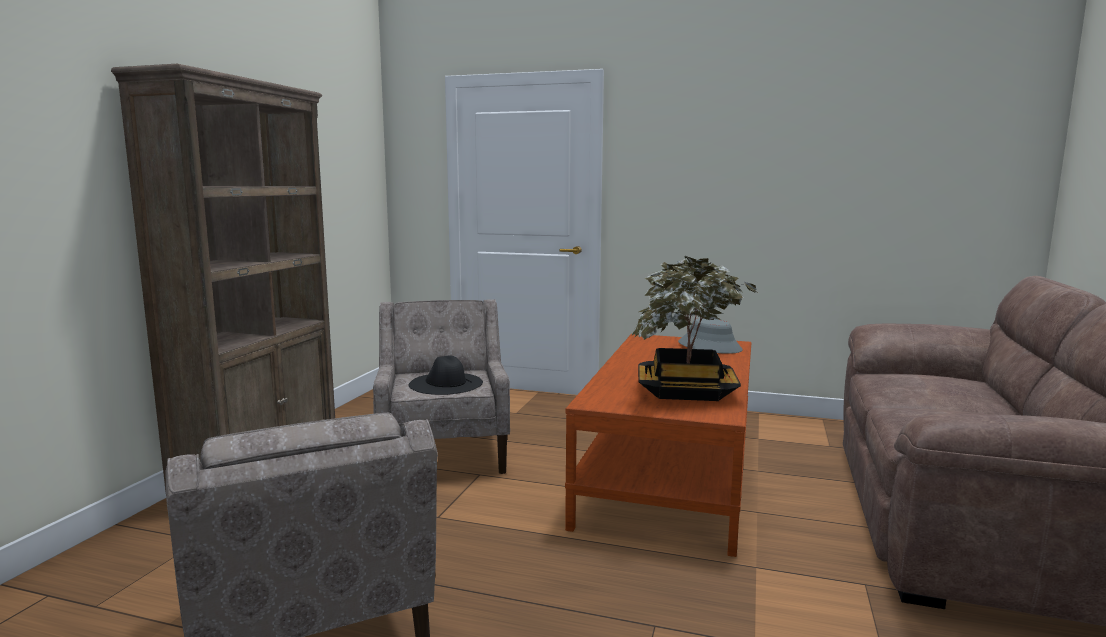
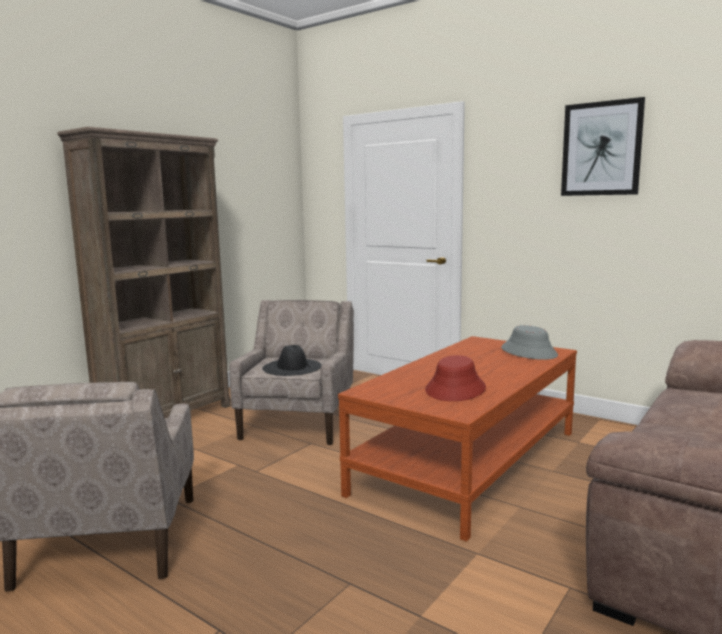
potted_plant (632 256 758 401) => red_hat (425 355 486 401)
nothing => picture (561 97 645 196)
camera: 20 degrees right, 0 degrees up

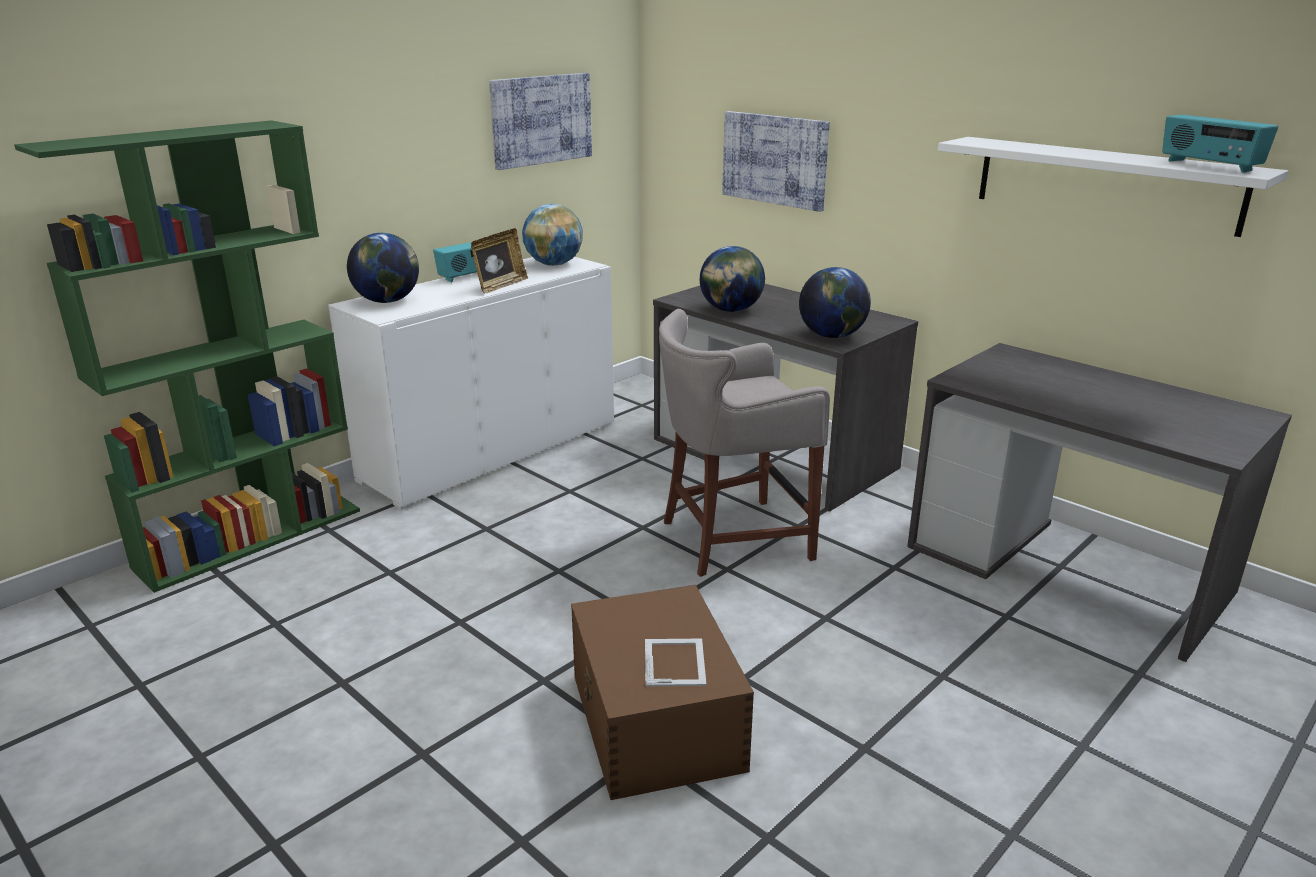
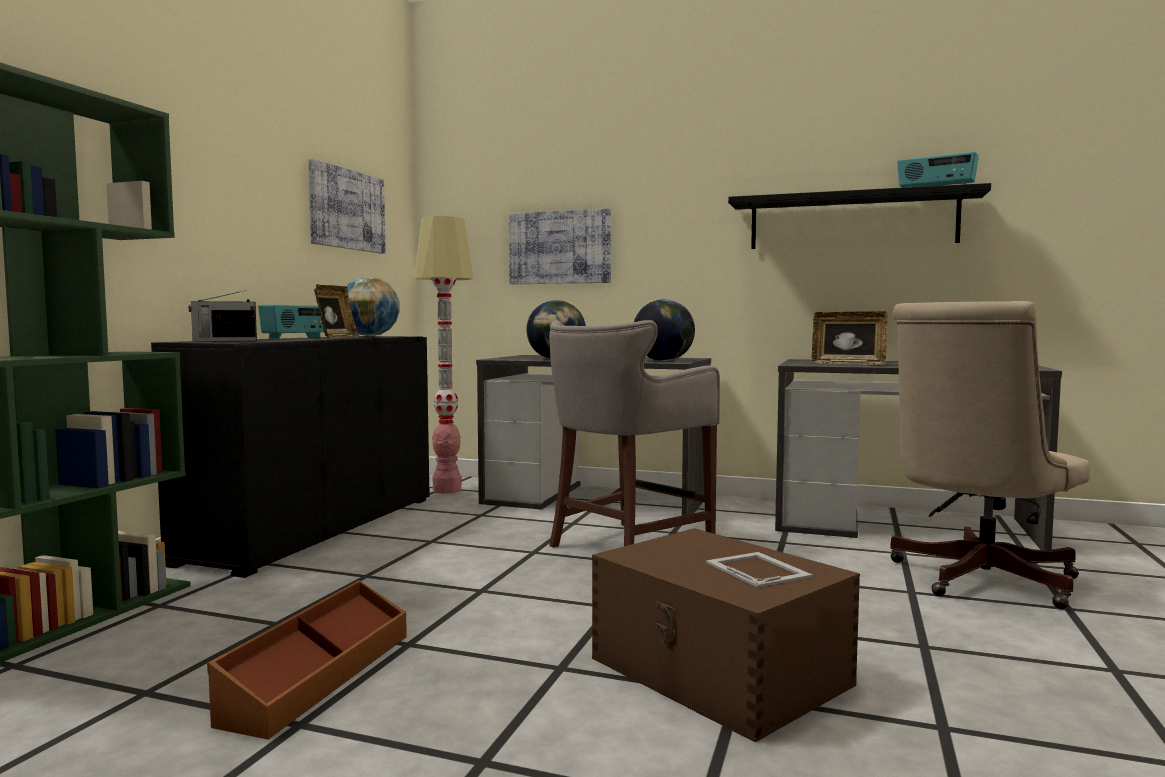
white_cabinet (328 257 614 510) => black_cabinet (151 336 430 578)
globe (347 233 419 303) => radio (189 290 257 341)
nothing => brown_storage_box (207 580 407 739)
nothing => floor_lamp (414 216 473 494)
white_shelf (938 137 1288 237) => black_shelf (728 183 991 249)
nothing => picture_frame (812 311 887 365)
nothing => beige_office_chair (890 301 1090 609)
camera: 25 degrees left, 20 degrees down

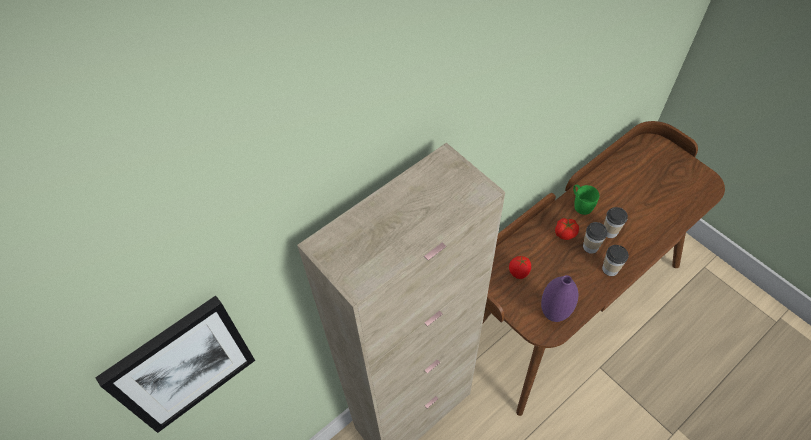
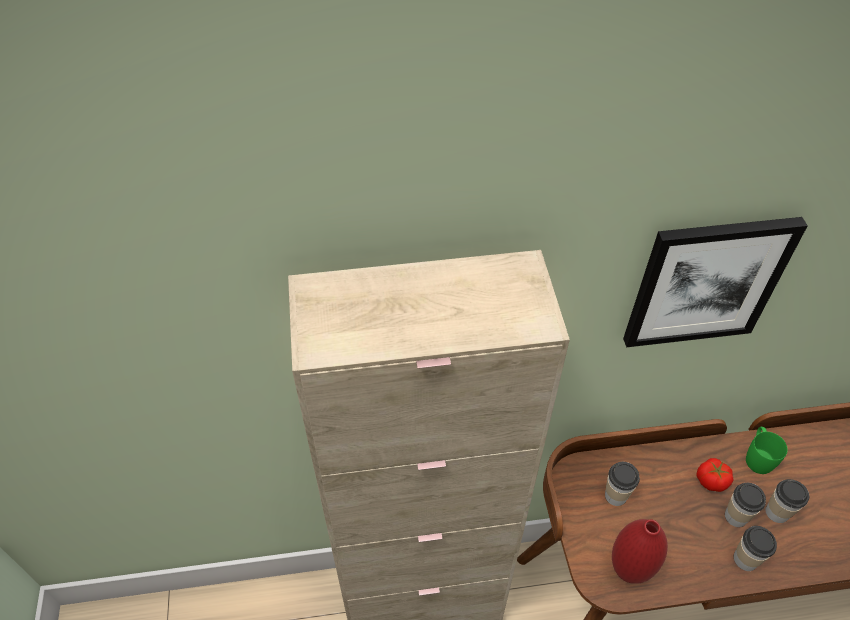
tomato (509 256 531 279) => cup (605 462 640 506)
purple_vase (541 275 578 322) => red_vase (612 519 668 584)
picture (95 295 255 433) => picture (623 217 808 347), moved
camera: 30 degrees right, 5 degrees down

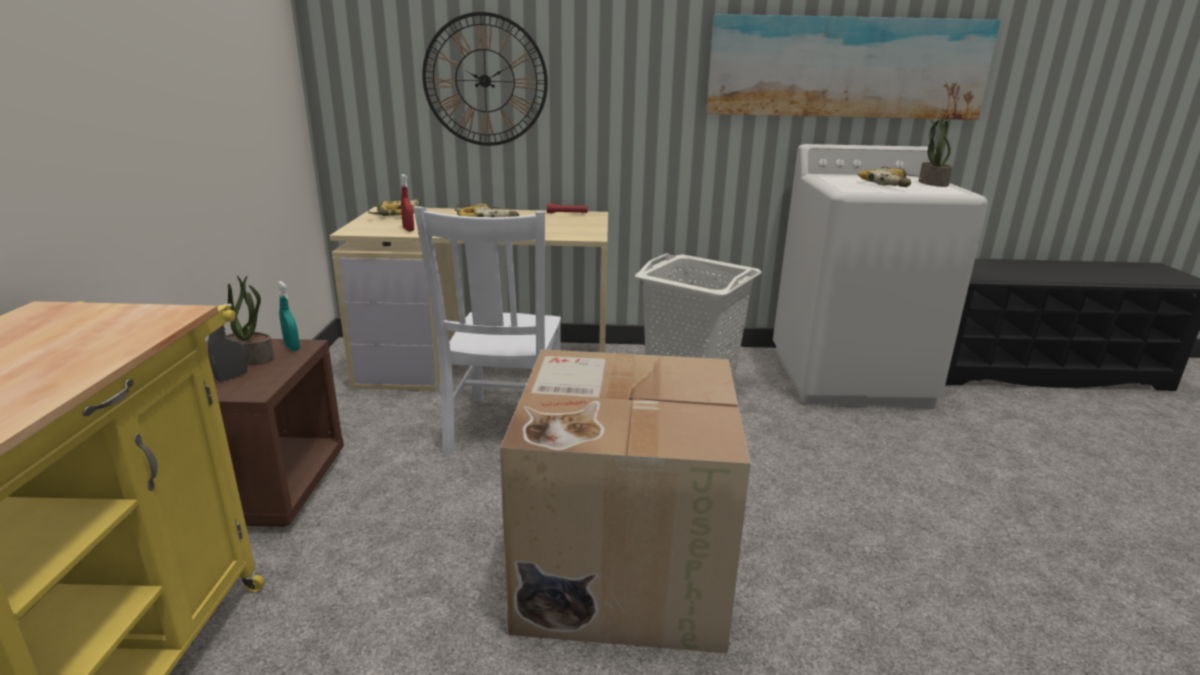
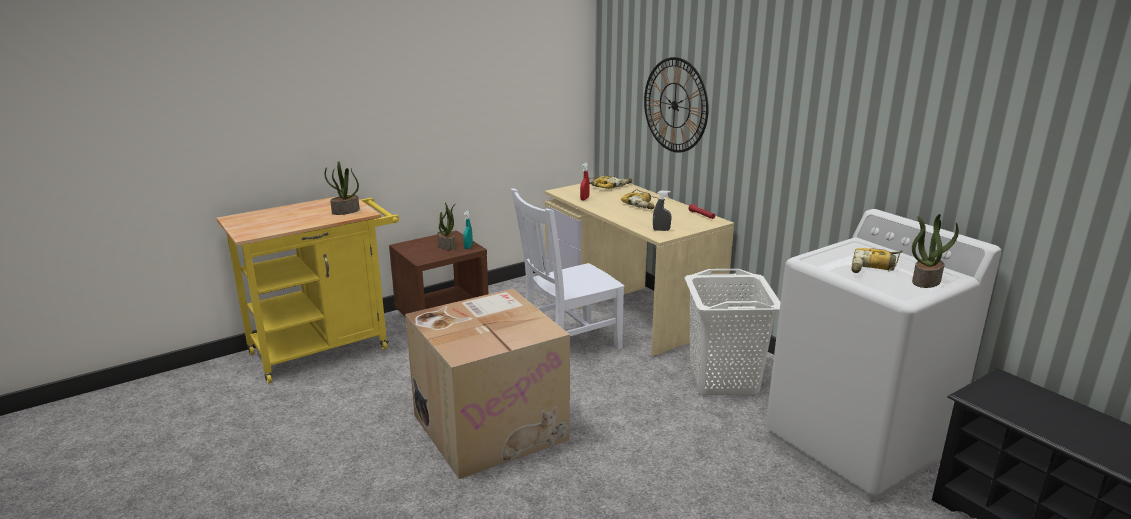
nothing => potted_plant (325 161 360 215)
grey_spray_bottle (208 304 247 382) => grey_spray_bottle (653 191 671 231), moved
picture (706 14 1000 120) => nothing
camera: 55 degrees right, 0 degrees up

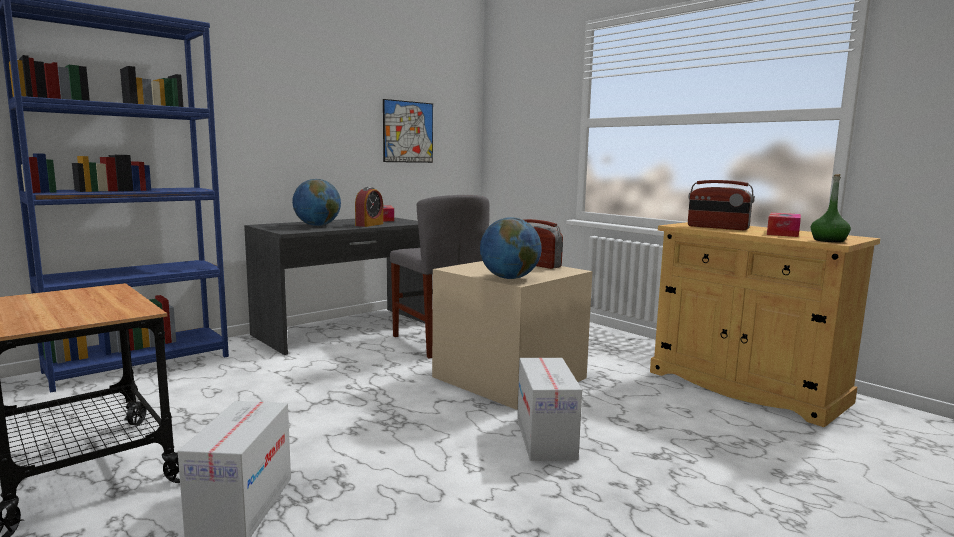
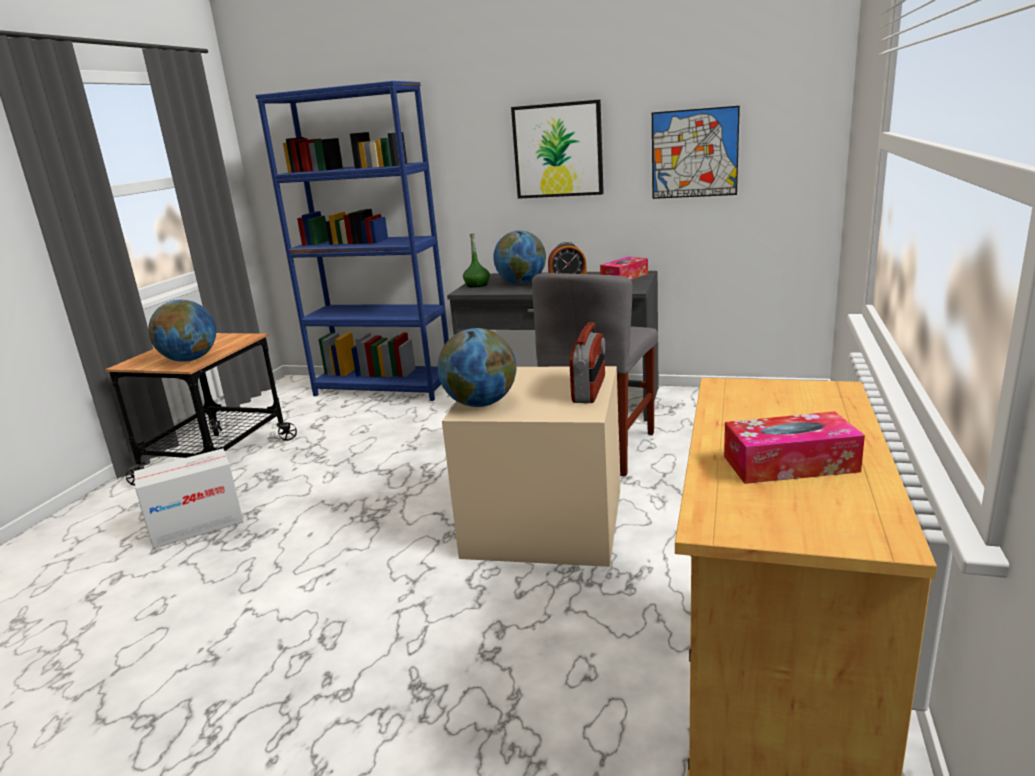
nothing => globe (148 300 216 362)
green_bottle (811 174 851 243) => green_bottle (463 234 490 288), moved
nothing => picture (511 100 604 199)
cardboard_box (517 358 582 461) => nothing
radio (688 180 755 230) => nothing
camera: 60 degrees right, 10 degrees up

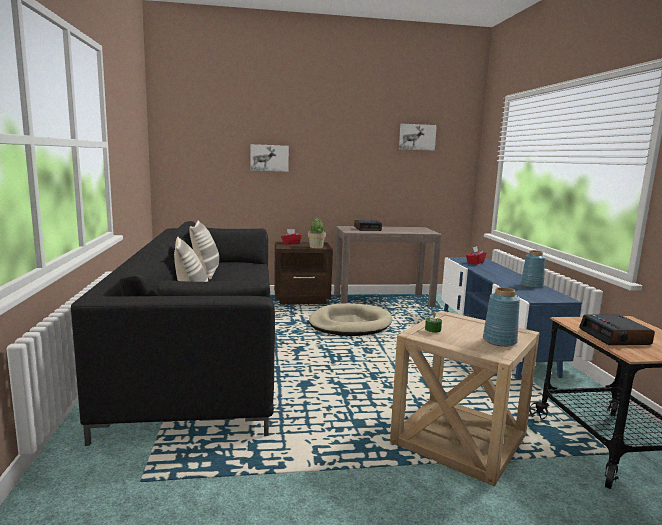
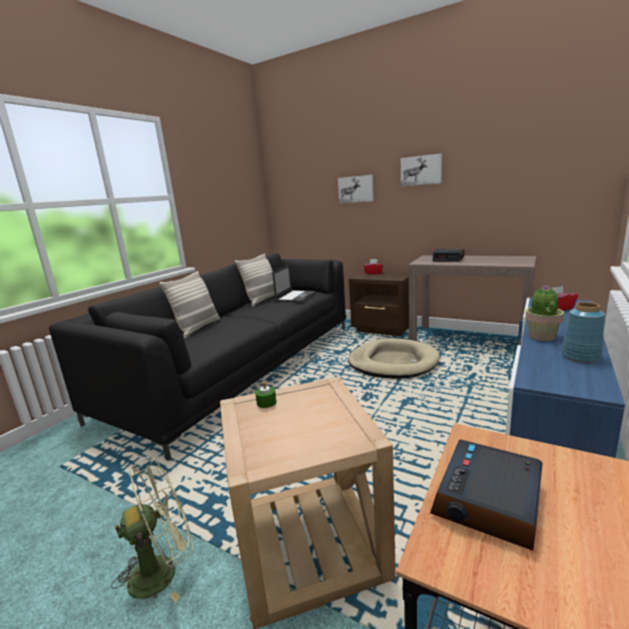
nothing => green_fan (111 457 193 602)
nothing => laptop (272 265 316 302)
picture (399 124 437 151) => picture (401 153 442 186), moved
potted_plant (308 218 326 248) => potted_plant (525 285 564 341), moved
blue_vase (483 287 520 347) => nothing
camera: 40 degrees right, 5 degrees up

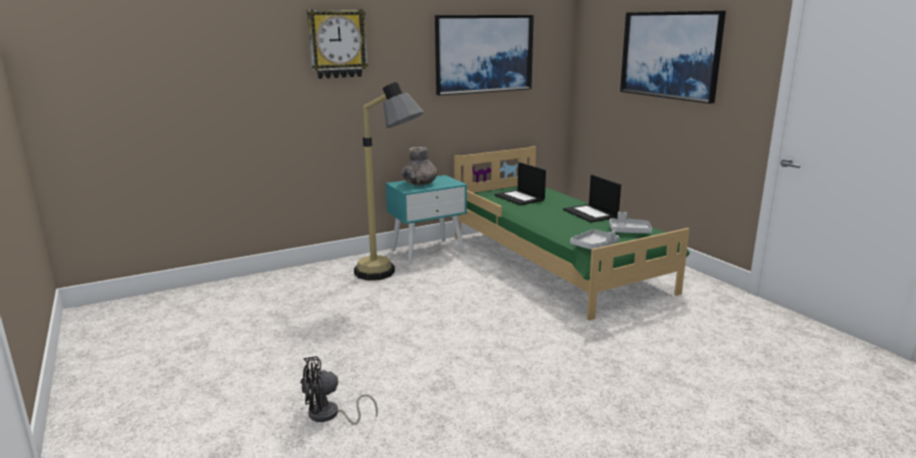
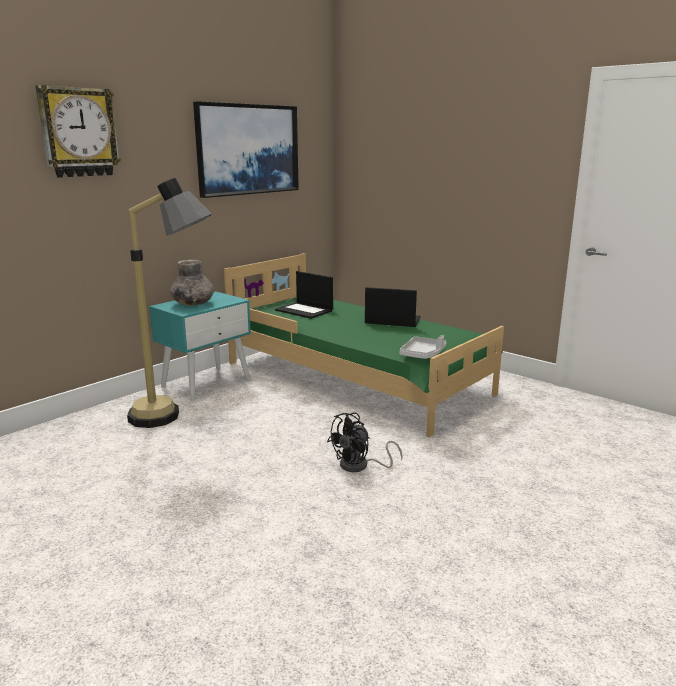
black_fan (301 356 378 424) => black_fan (327 413 402 472), moved
laptop (563 175 621 222) => laptop (365 287 420 327), 150 degrees clockwise
grey_tray (609 212 652 233) => nothing
picture (620 11 726 104) => nothing
camera: 20 degrees left, 0 degrees up

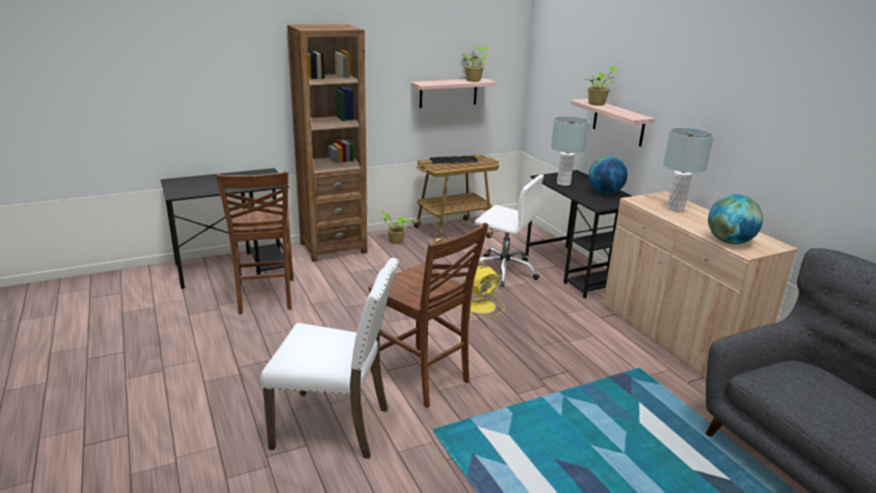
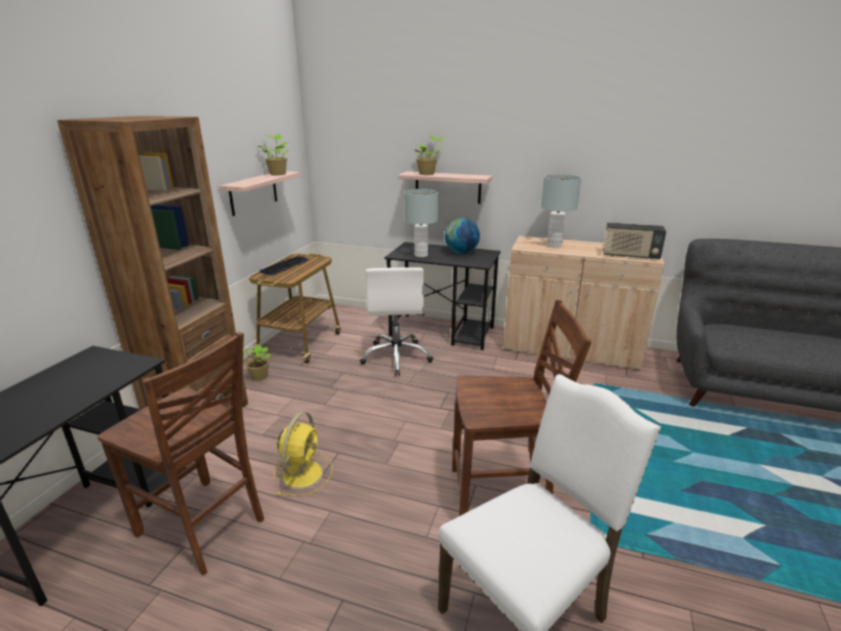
yellow_fan (456 259 505 318) => yellow_fan (274 412 333 496), moved
white_office_chair (468 174 544 287) => white_office_chair (360 267 433 376), 105 degrees clockwise
globe (708 194 763 244) => radio (603 222 666 259)
camera: 45 degrees left, 0 degrees up

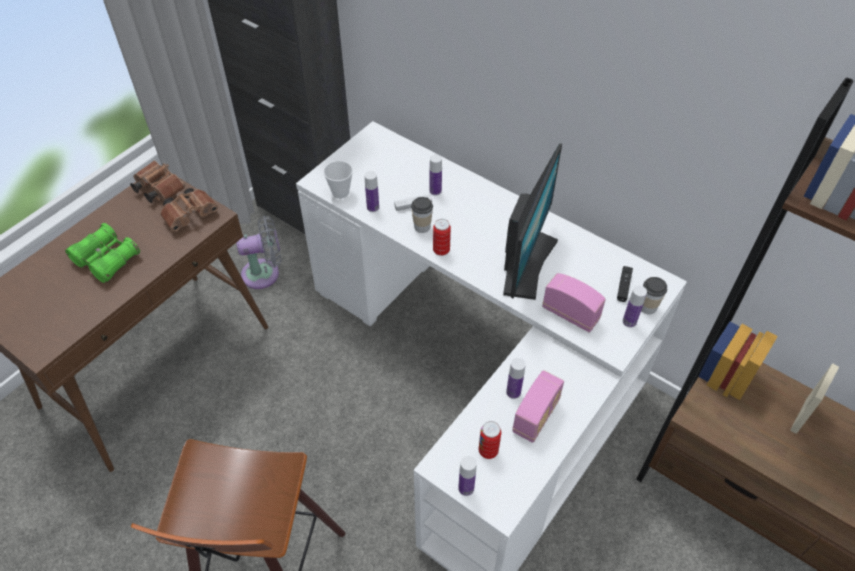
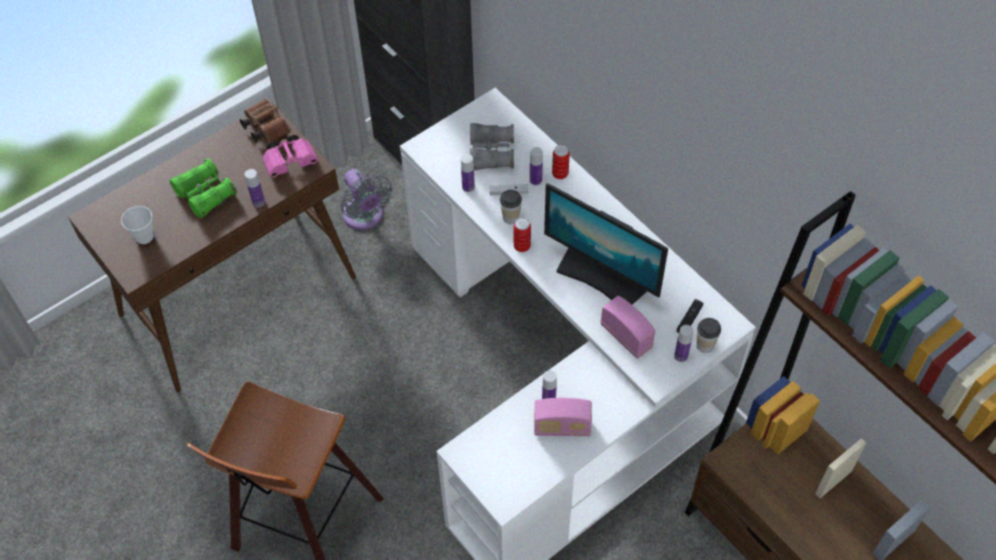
cup (323 161 353 199) => cup (121 206 153 244), moved
bottle (458 456 477 496) => bottle (245 169 265 207), moved
brown_binoculars (160 188 218 231) => pink_binoculars (262 135 318 178)
grey_fan (236 216 281 289) => grey_fan (340 169 393 230), 60 degrees clockwise
nothing => grey_binoculars (470 123 514 170)
radio (512 370 564 443) => radio (534 398 592 436), 45 degrees clockwise
monitor (503 143 562 300) => monitor (544 183 668 305), 90 degrees clockwise
can (479 421 501 459) => can (552 145 570 179), moved
camera: 15 degrees right, 5 degrees up

